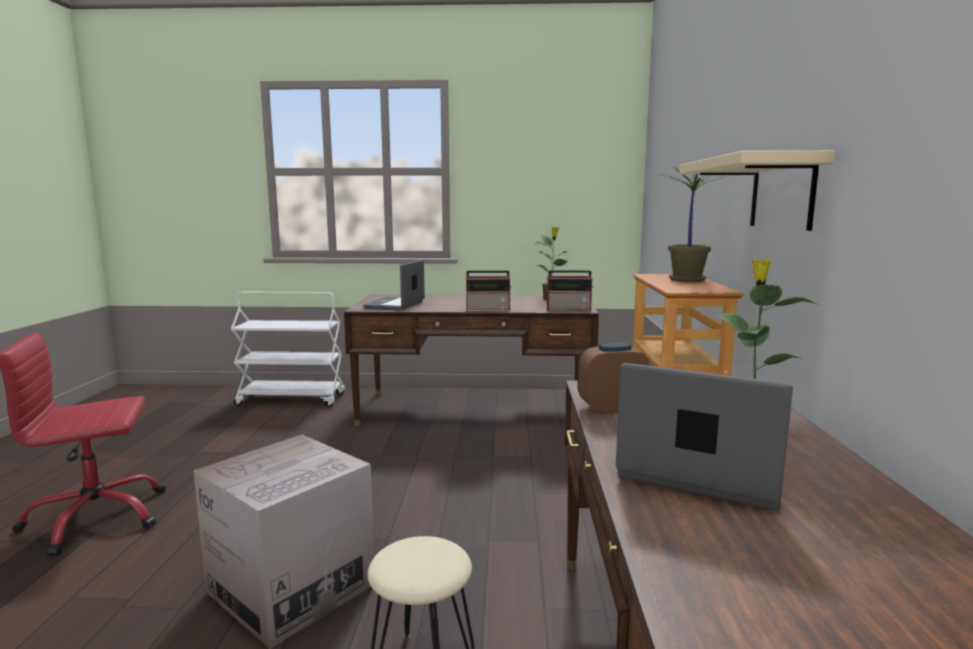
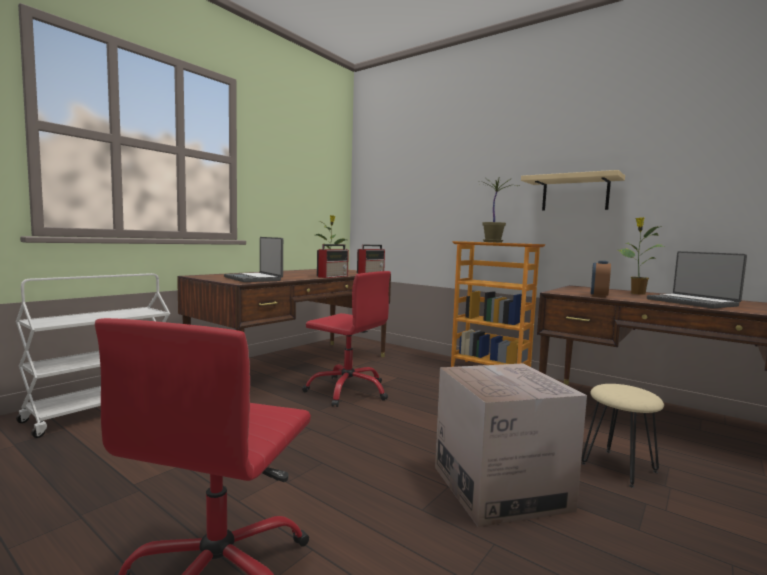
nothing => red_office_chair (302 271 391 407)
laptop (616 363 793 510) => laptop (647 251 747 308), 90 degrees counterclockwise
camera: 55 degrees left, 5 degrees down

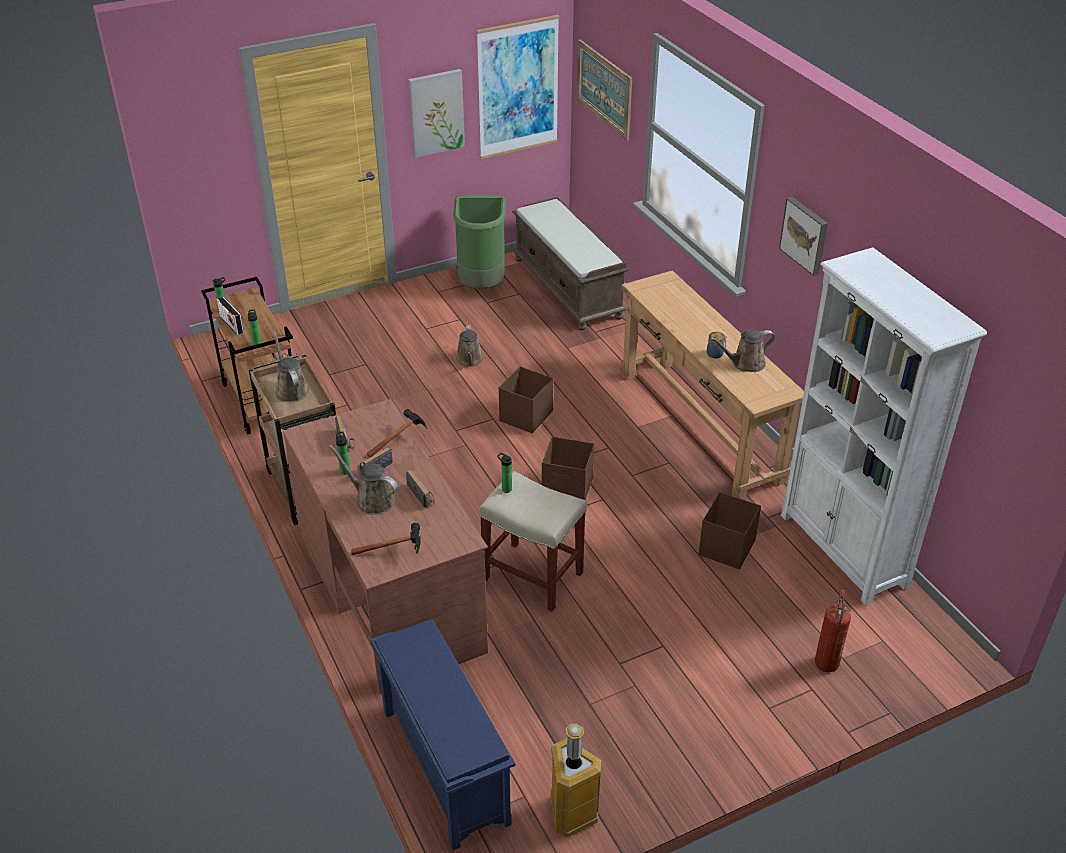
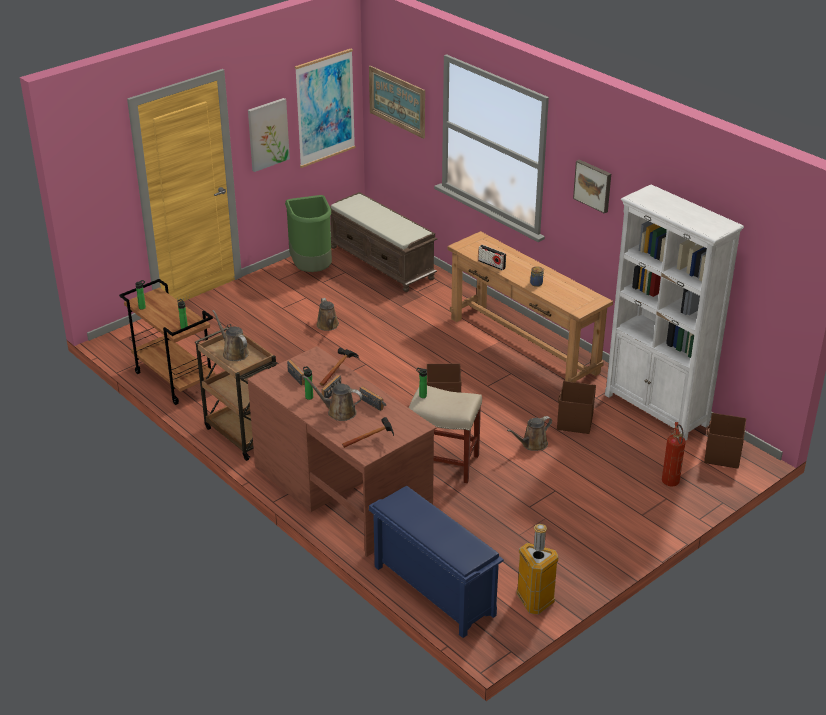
radio (216 297 244 335) => radio (478 245 506 270), moved
brown_watering_can (710 330 775 372) => brown_watering_can (507 416 552 451), moved
brown_storage_box (499 366 553 433) => brown_storage_box (704 413 746 469), moved
camera: 15 degrees left, 5 degrees down

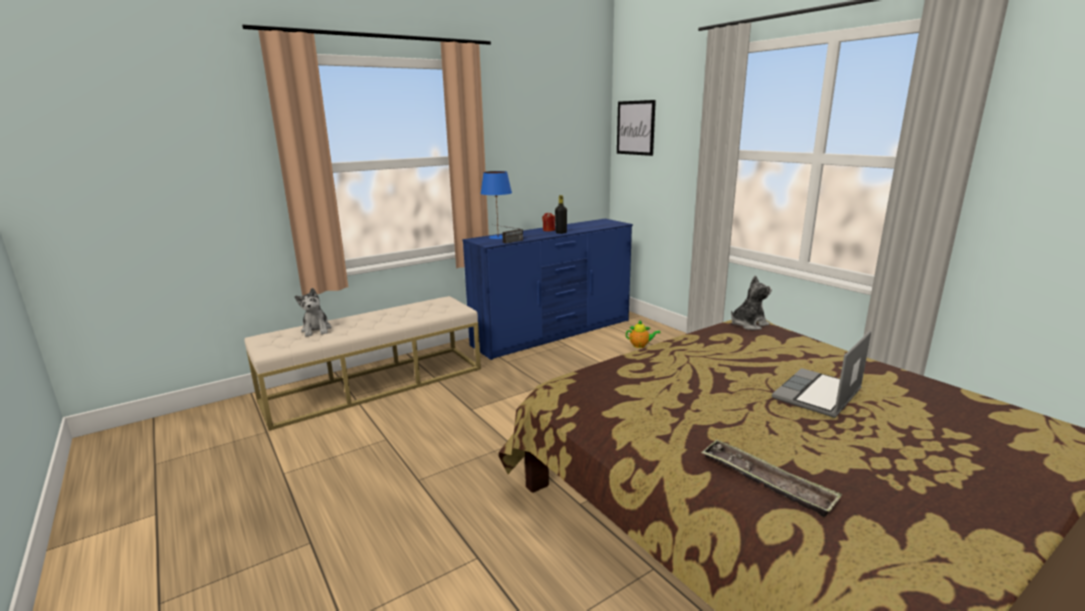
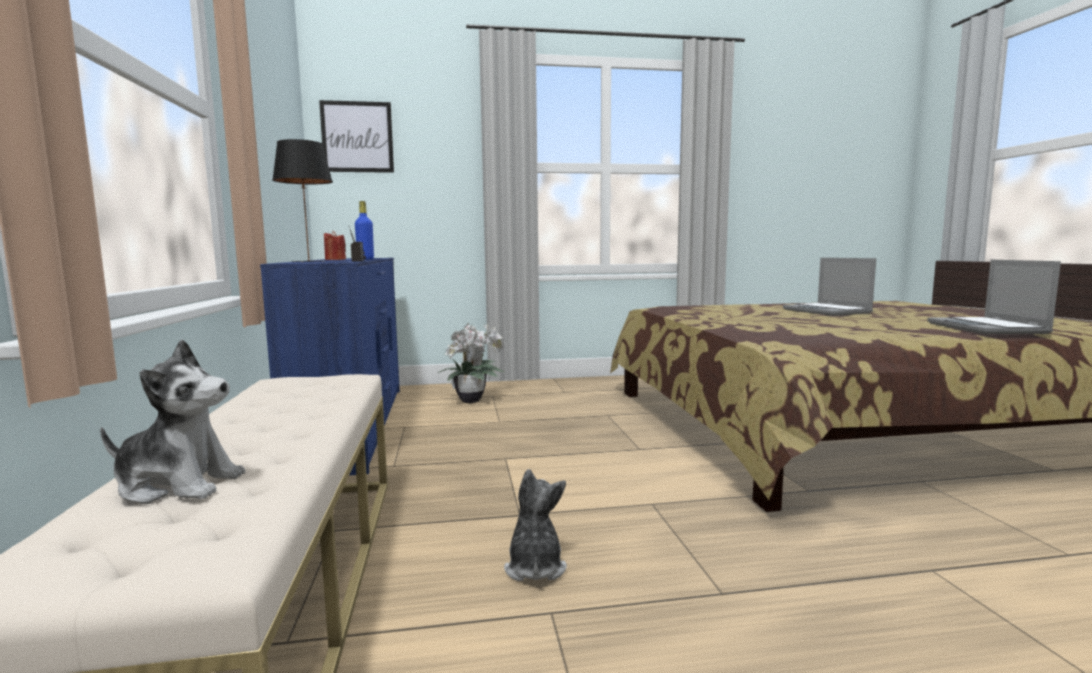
blue_table_lamp (480 171 512 239) => black_table_lamp (272 139 333 262)
black_bottle (555 195 567 234) => blue_bottle (355 201 374 260)
teapot (626 320 661 348) => potted_plant (438 323 505 403)
plush_toy (731 275 772 330) => plush_toy (504 469 567 581), moved
tray (701 439 842 517) => laptop (927 260 1061 334)
camera: 65 degrees left, 10 degrees down

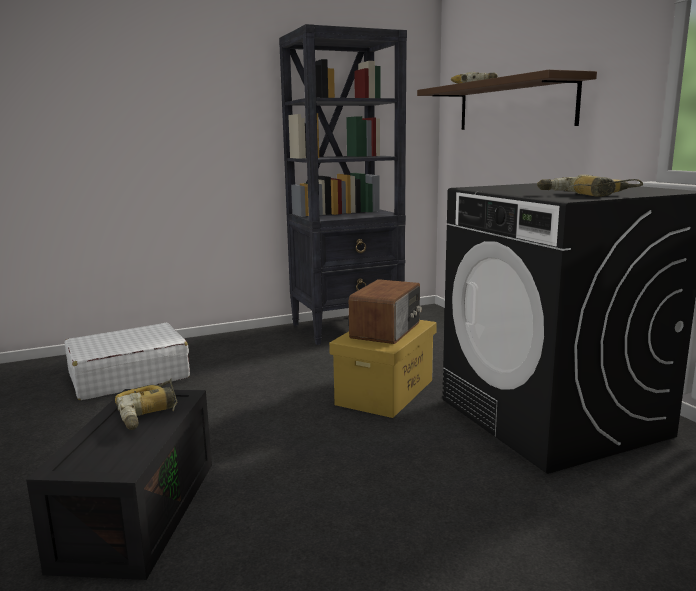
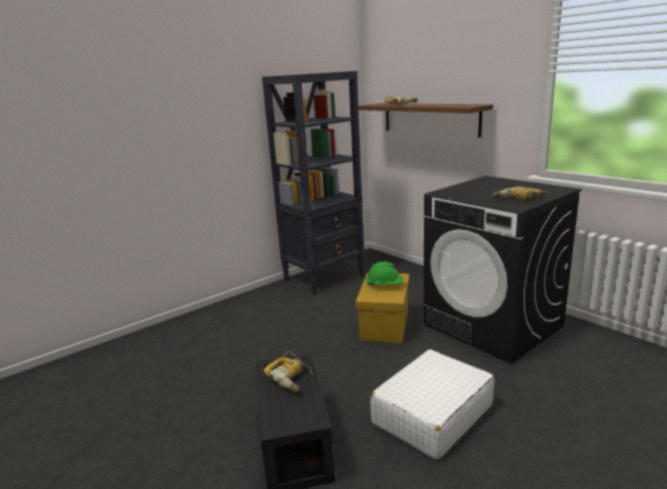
radio (349 279 422 344) => green_hard_hat (366 262 403 286)
white_suitcase (65 323 190 400) => white_suitcase (370 349 494 460), moved
camera: 15 degrees left, 5 degrees up

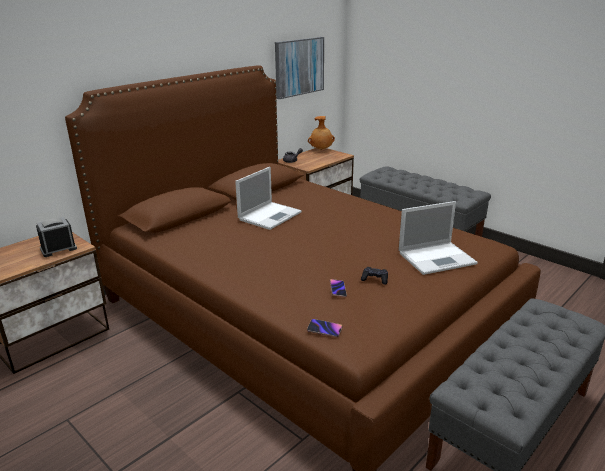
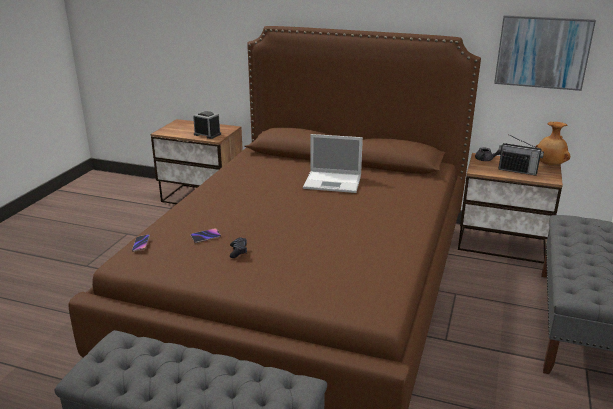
nothing => radio (498 134 544 176)
laptop (399 201 478 275) => nothing
camera: 65 degrees right, 0 degrees up

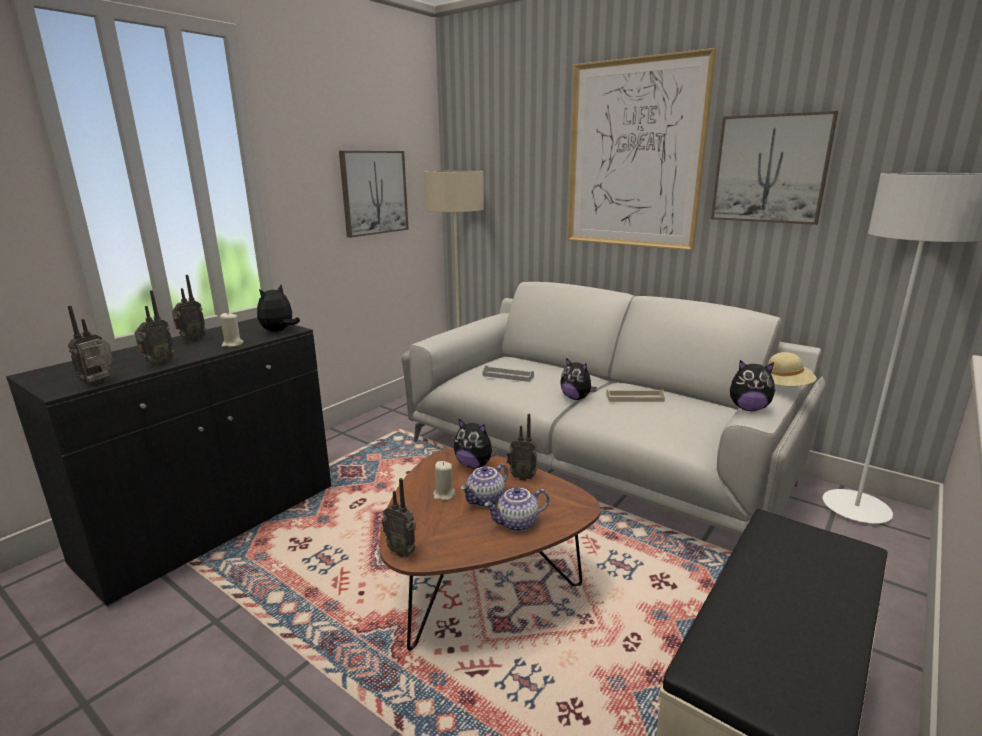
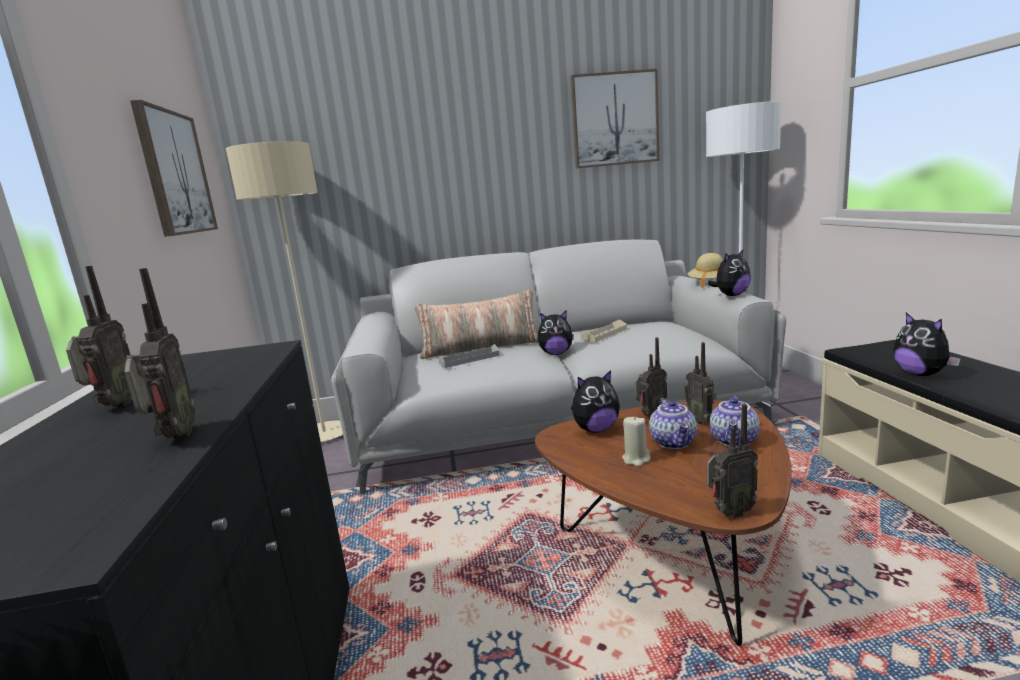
nothing => pillow (415 290 538 359)
radio (68 306 113 385) => radio (684 342 716 424), moved
plush_toy (257 285 300 332) => plush_toy (893 313 961 376), moved
beige_candle (220 312 244 347) => nothing
picture (567 48 716 251) => nothing
camera: 45 degrees left, 5 degrees down

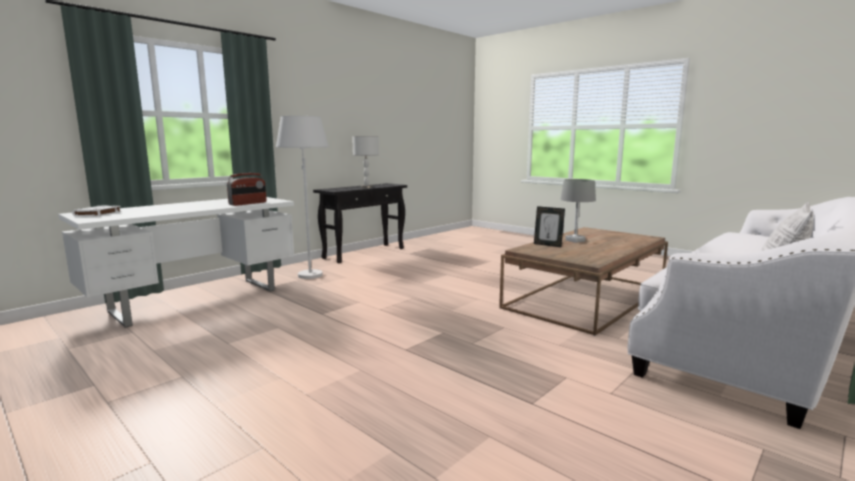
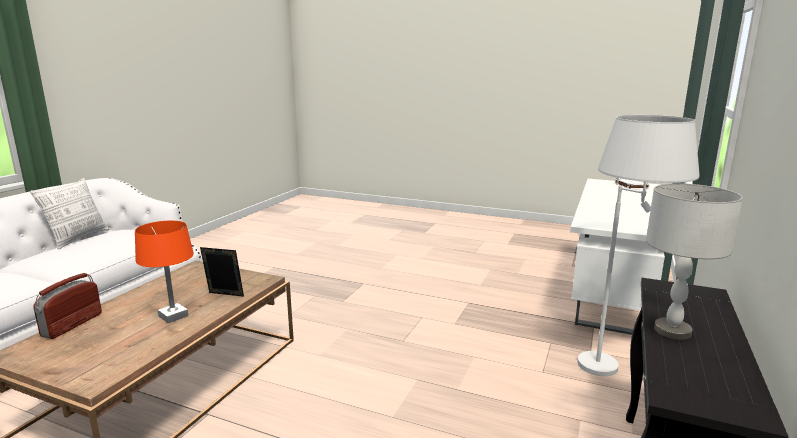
radio (227 173 267 206) => radio (33 273 102 339), moved
grey_table_lamp (561 179 596 243) => orange_table_lamp (135 220 194 323)
camera: 160 degrees right, 5 degrees up

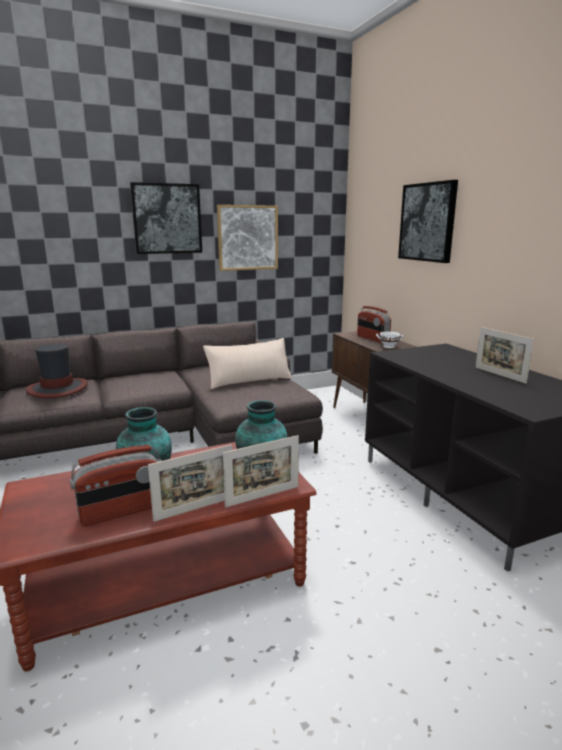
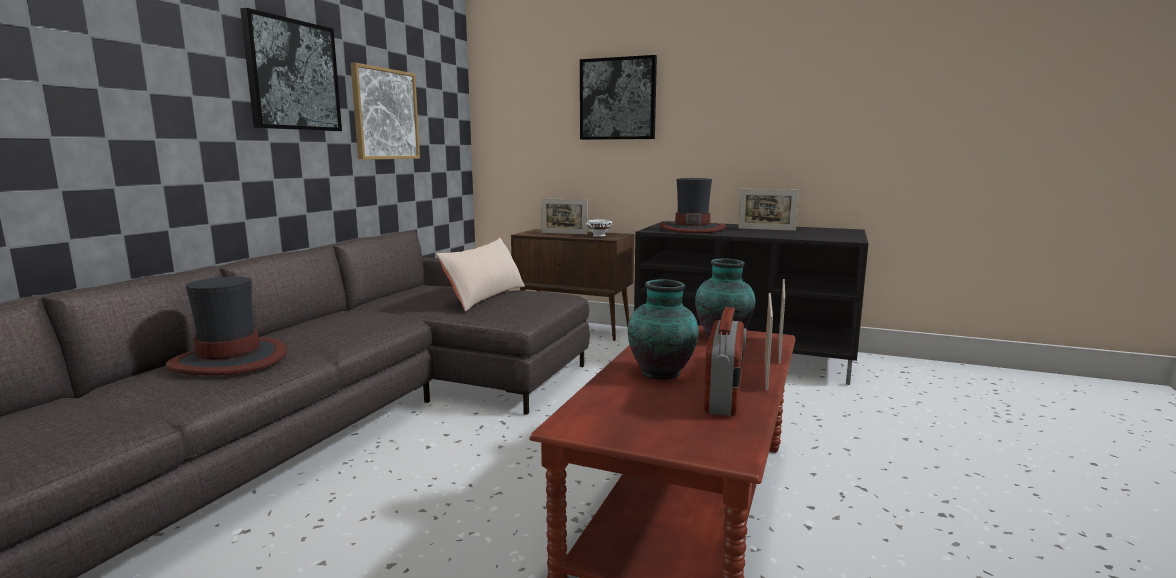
radio (357 306 391 343) => picture_frame (541 198 587 234)
nothing => hat (660 178 726 233)
camera: 45 degrees left, 5 degrees down

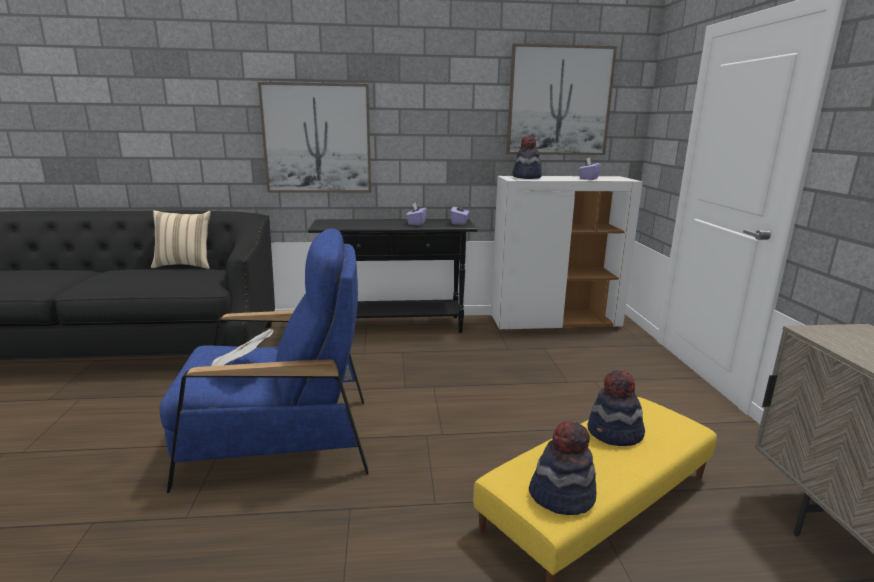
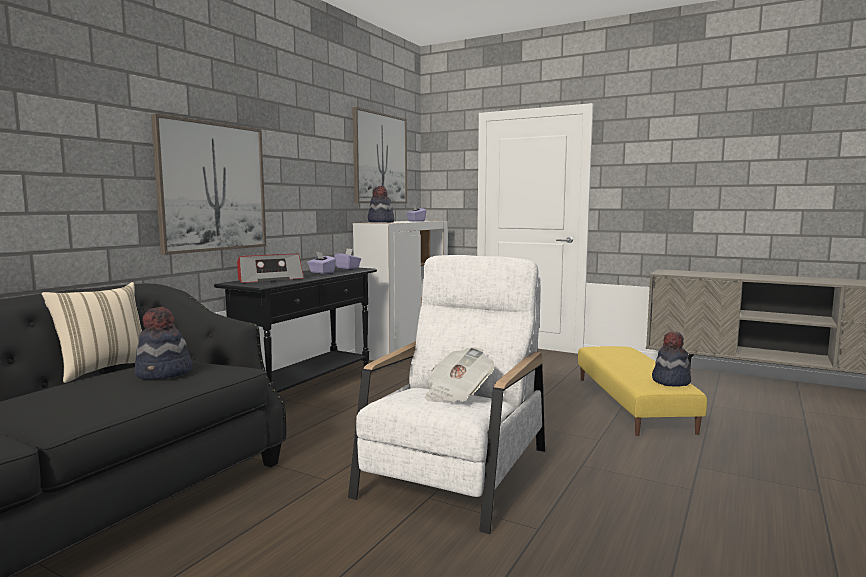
hat (587 370 645 446) => hat (134 307 193 380), moved
nothing => radio (237 254 304 283)
blue_armchair (159 229 368 493) => white_armchair (348 255 545 534)
camera: 55 degrees left, 10 degrees down

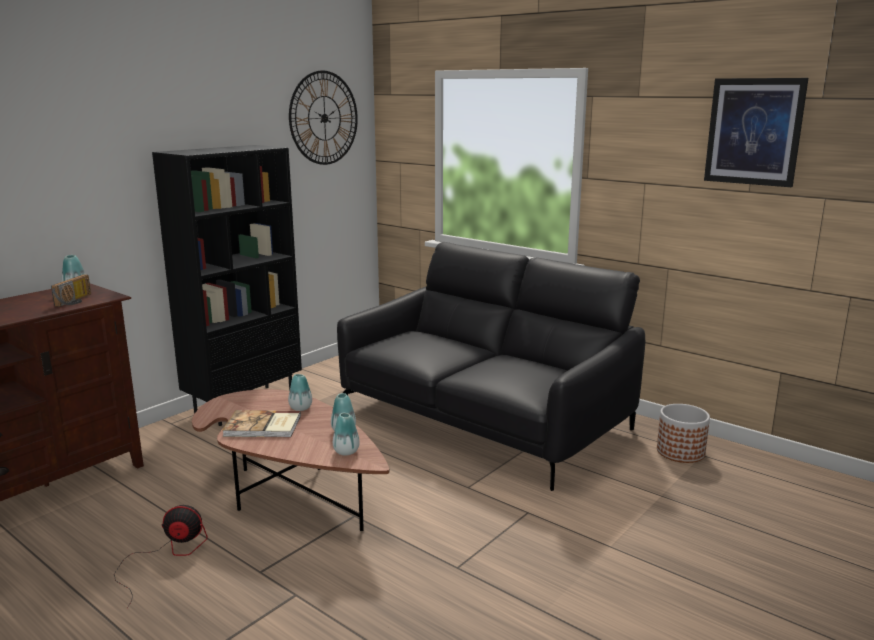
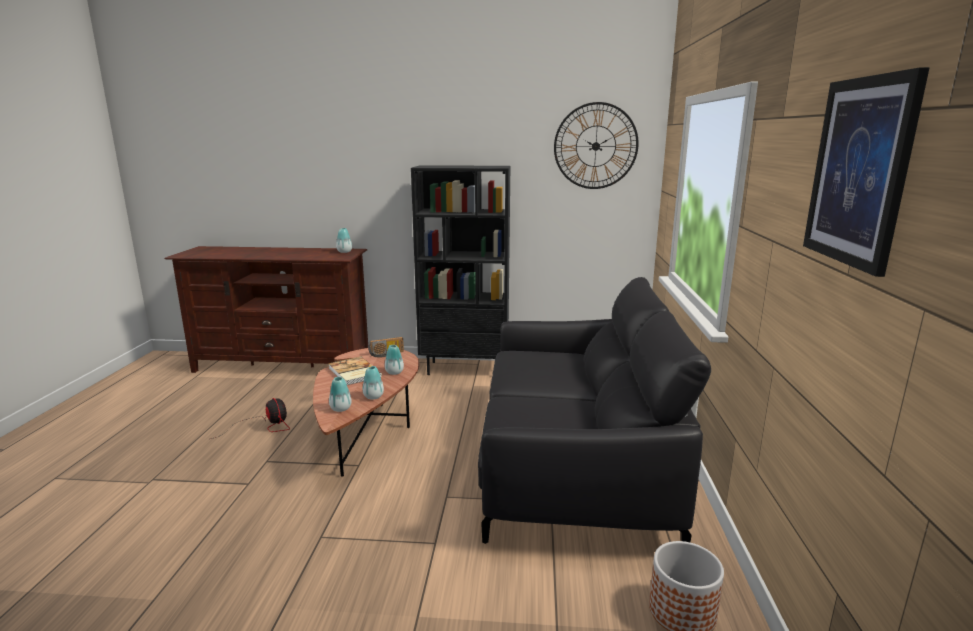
radio (51 274 91 307) => radio (368 337 404 357), moved
camera: 55 degrees right, 0 degrees up

